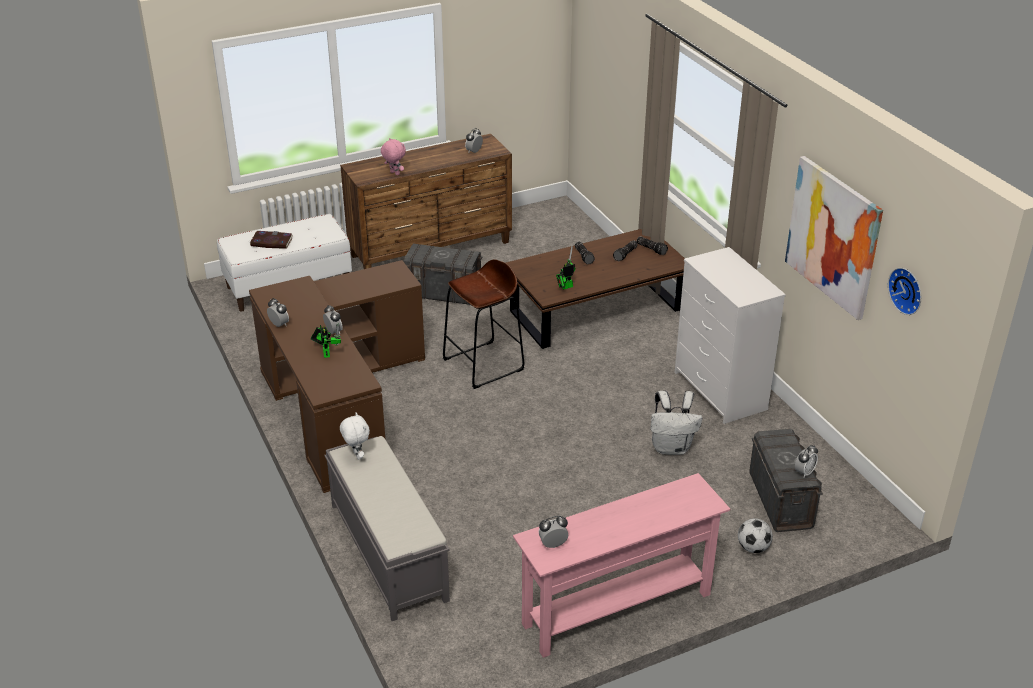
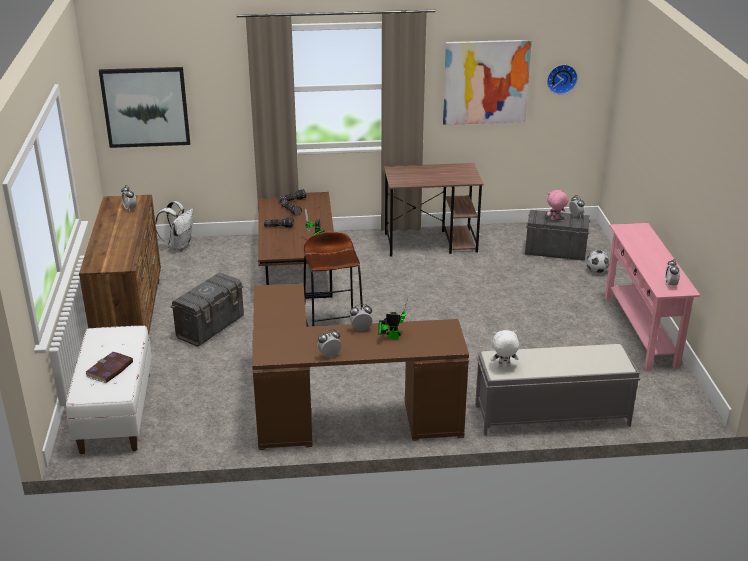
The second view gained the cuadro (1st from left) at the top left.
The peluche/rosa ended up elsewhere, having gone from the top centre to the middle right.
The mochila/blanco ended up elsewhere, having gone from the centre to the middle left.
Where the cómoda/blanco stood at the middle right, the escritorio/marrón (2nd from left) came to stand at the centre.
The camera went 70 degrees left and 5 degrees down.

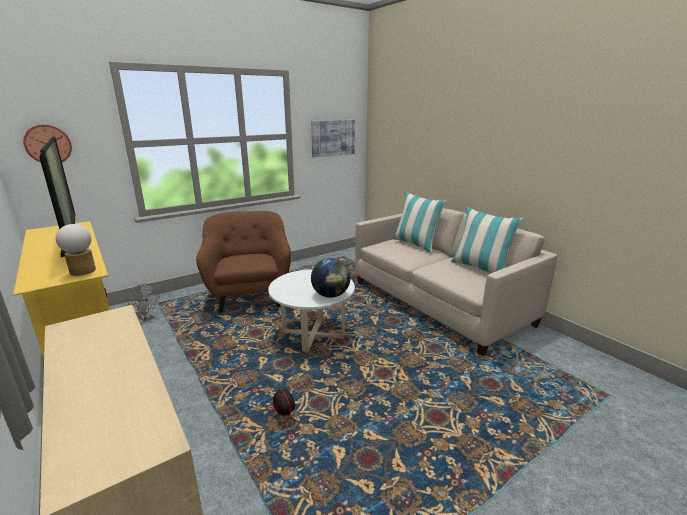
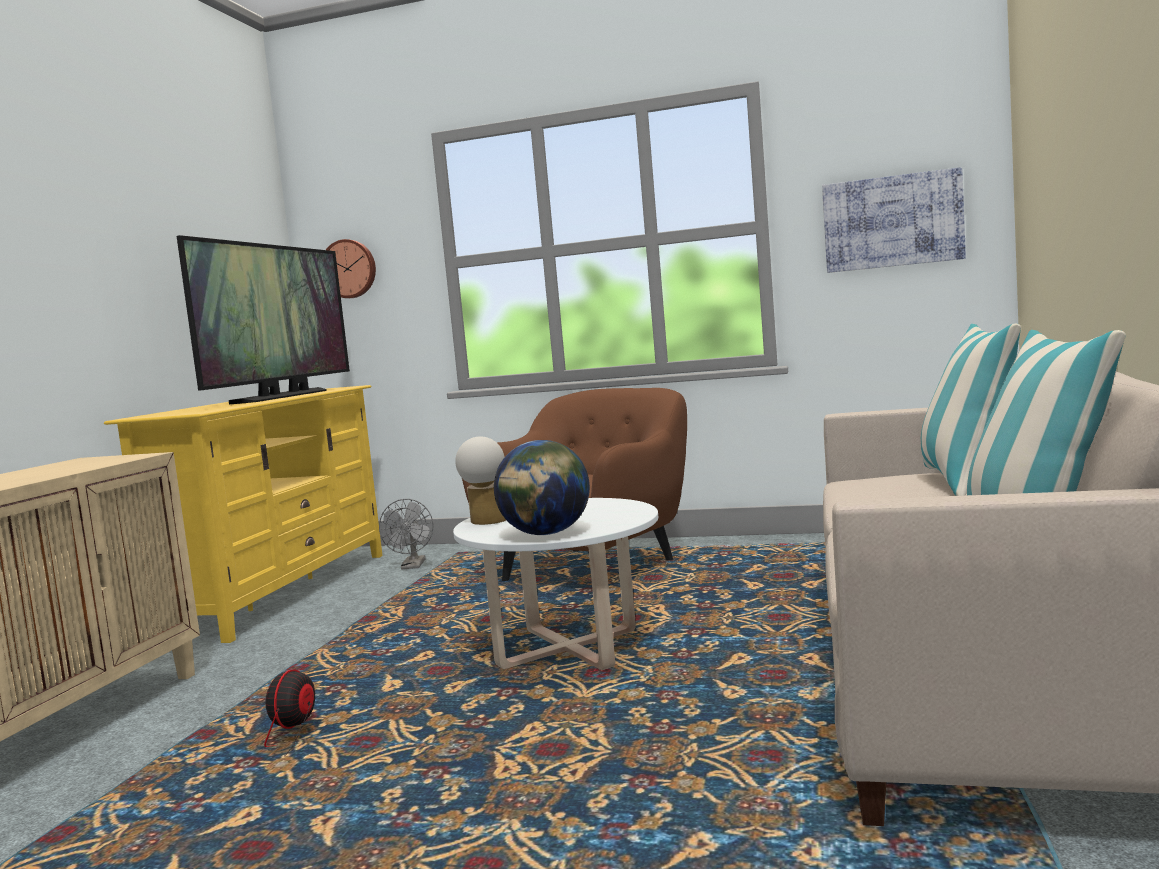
The lámpara de mesa ended up elsewhere, having gone from the middle left to the centre.
The camera went 50 degrees right and 15 degrees down.

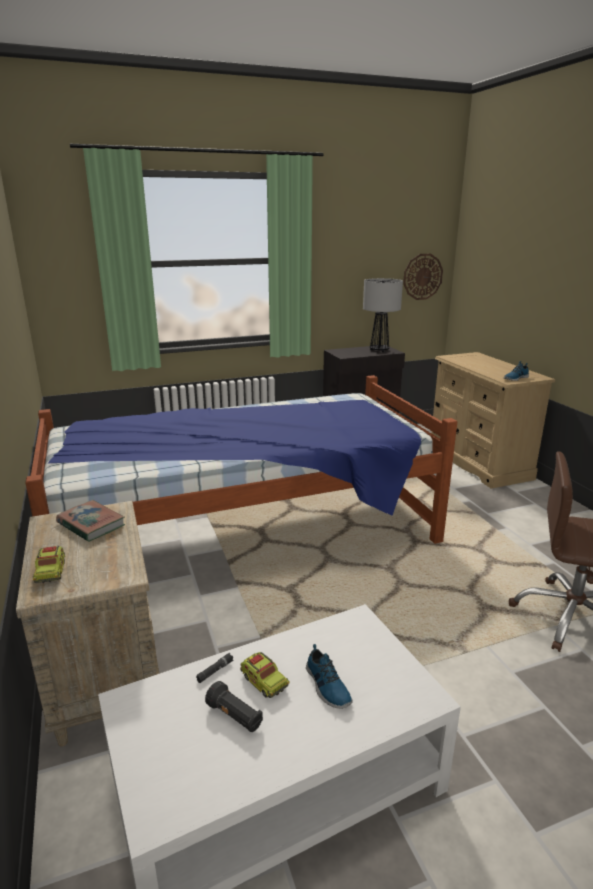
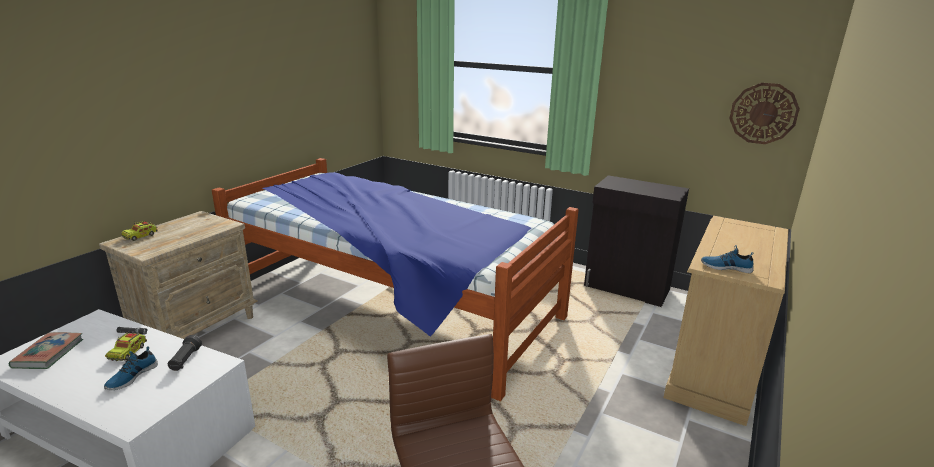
The second view lost the lámpara de mesa at the centre.
The libro ended up elsewhere, having gone from the middle left to the bottom left.
The linterna/negro (2nd from left) ended up elsewhere, having gone from the bottom centre to the bottom left.
The camera went 50 degrees right and 0 degrees up.

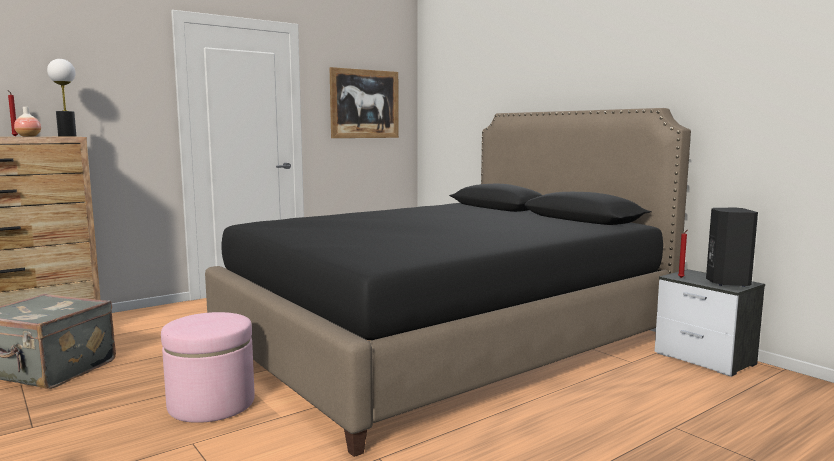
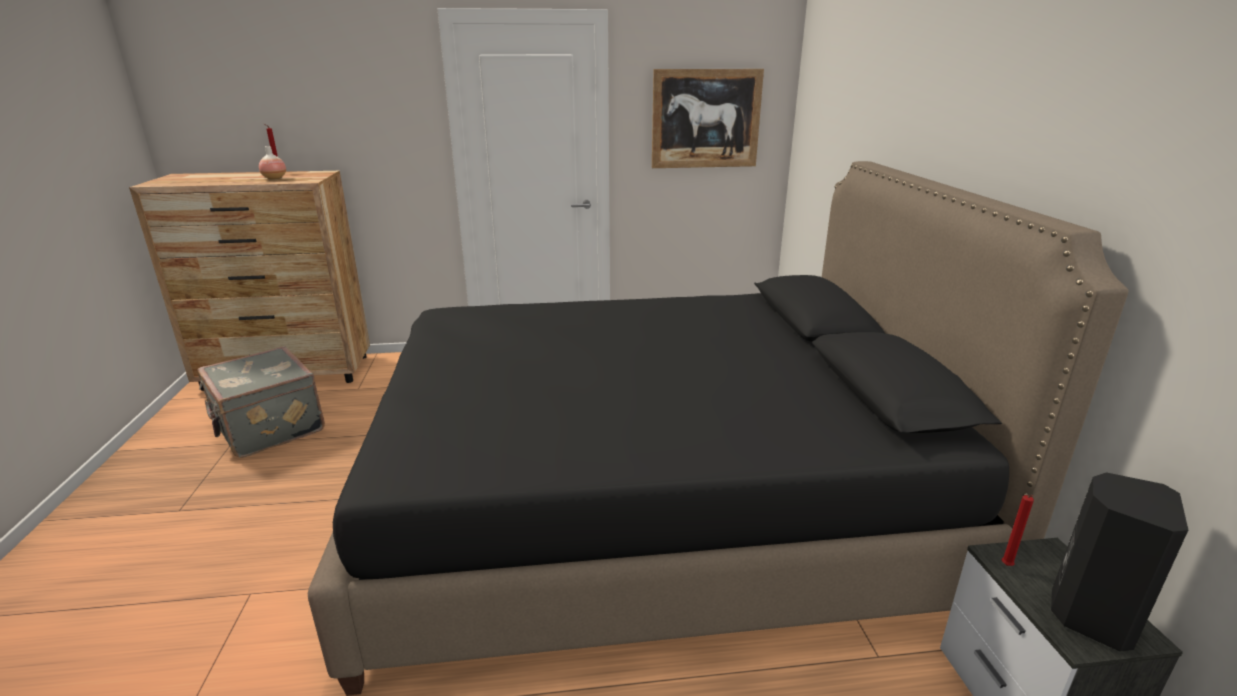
The second view lost the lámpara de mesa at the top left.
The second view lost the puf/rosa at the bottom left.
The camera went 30 degrees right and 15 degrees up.

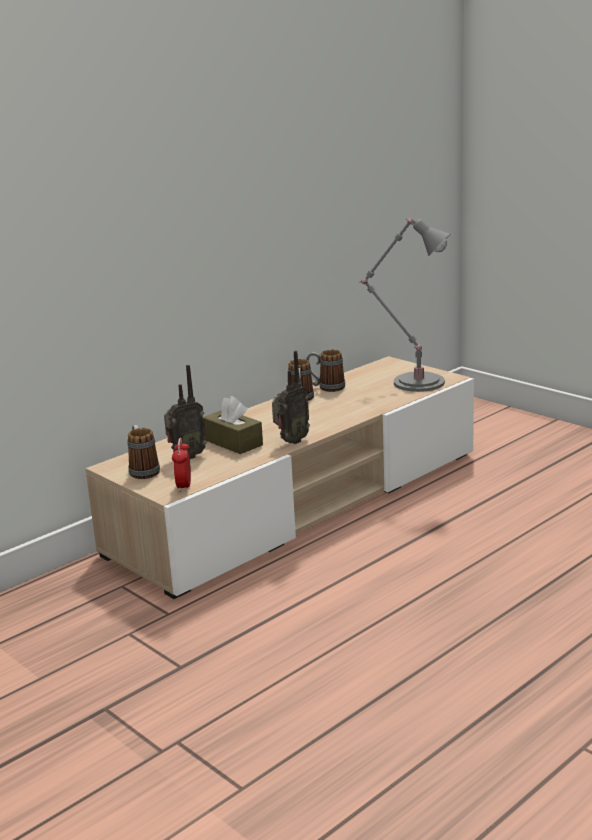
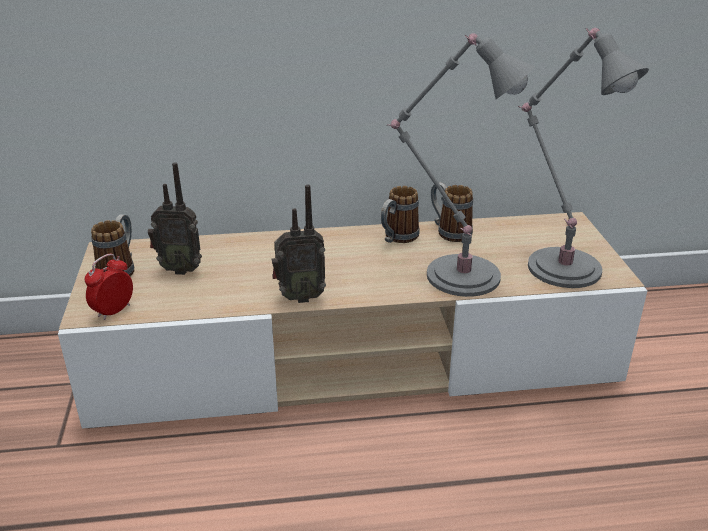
The second view lost the caja de pañuelos/marrón at the centre.
The second view gained the lámpara de mesa/gris (1st from left) at the top centre.
The camera went 35 degrees right and 10 degrees up.

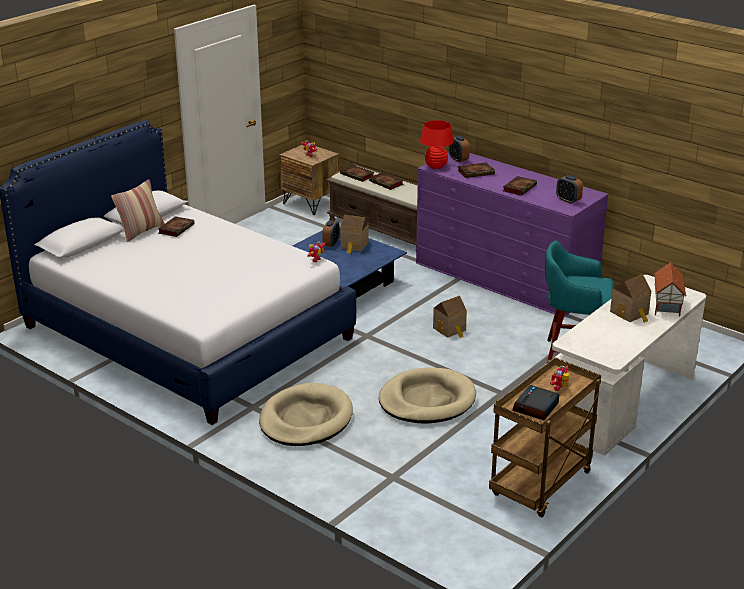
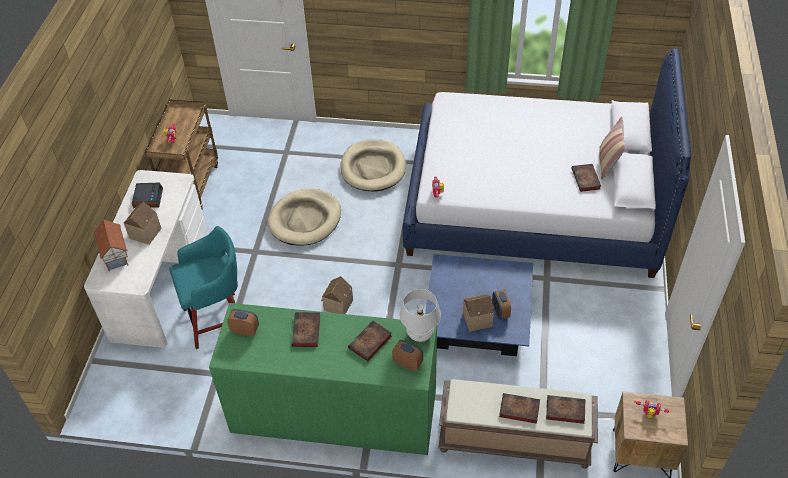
The despertador (3rd from left in the first image) ended up elsewhere, having gone from the bottom right to the middle left.
What was the cómoda/morado at the middle right turned into the cómoda/verde at the bottom centre.
What was the lámpara de mesa/rojo at the top centre turned into the lámpara de mesa/blanco at the centre.
The camera went 150 degrees right and 20 degrees up.

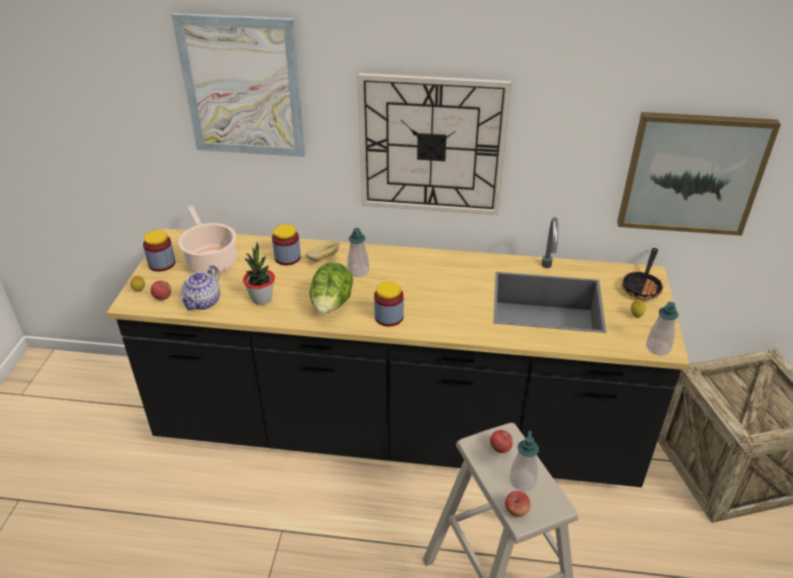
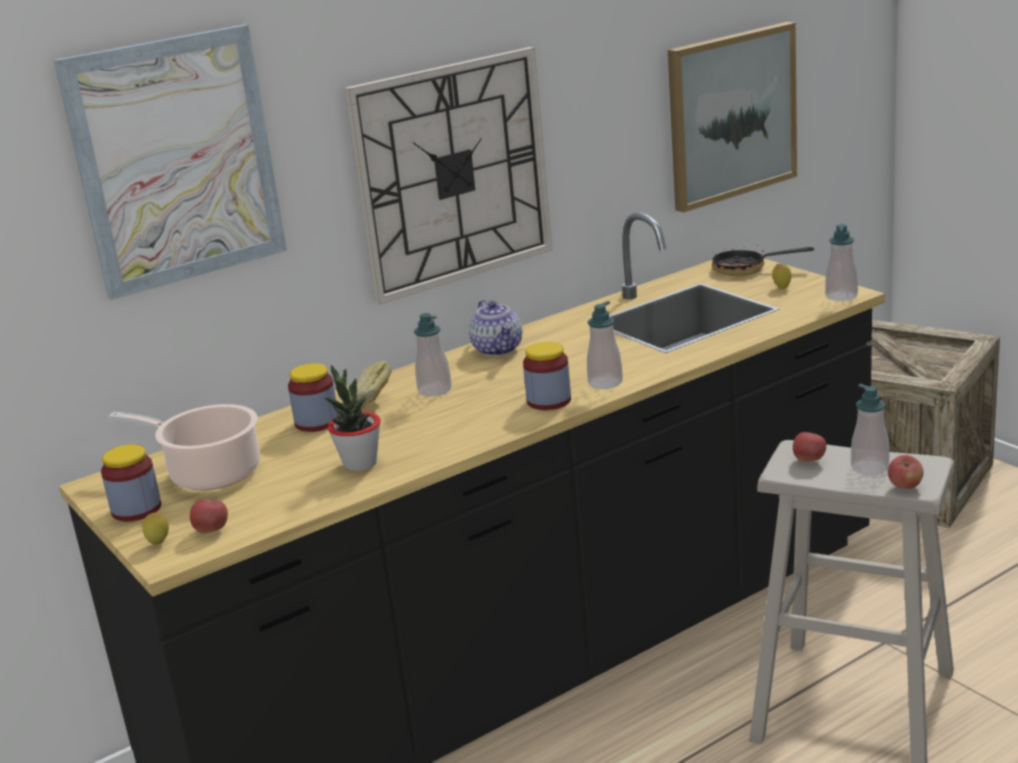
The second view lost the lechuga at the centre.
The second view gained the dispensador de jabón (2nd from left) at the centre.
The tetera ended up elsewhere, having gone from the middle left to the centre.
The sartén at the middle right ended up facing another way, 120 degrees clockwise from before.
The camera went 40 degrees left and 15 degrees down.

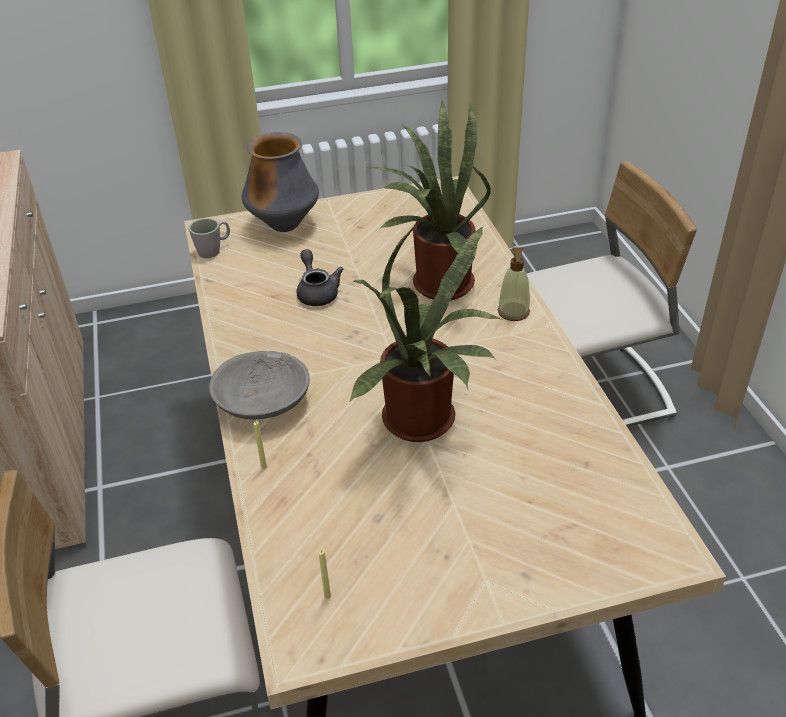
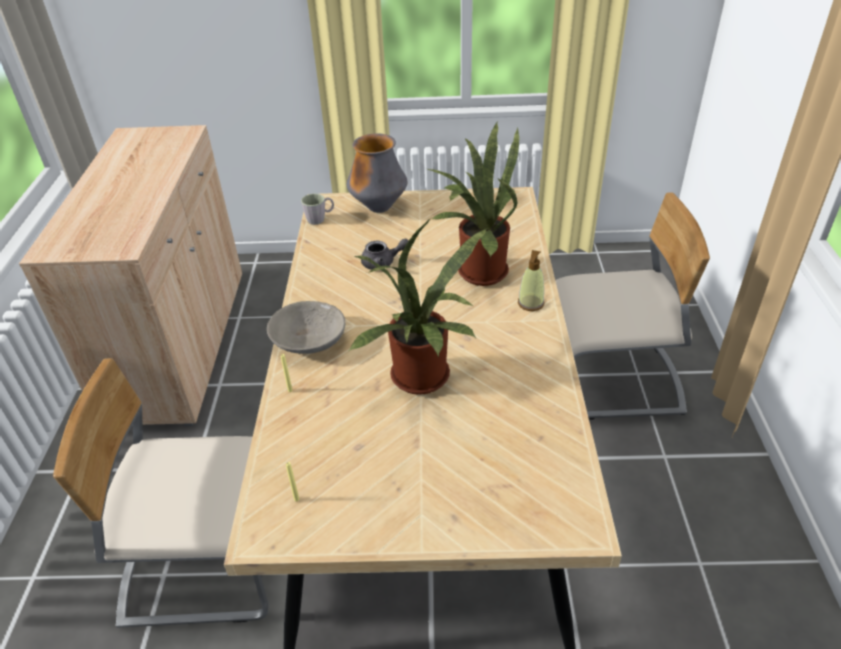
The tetera/gris at the centre ended up facing another way, 90 degrees clockwise from before.
The camera went 15 degrees right and 0 degrees up.

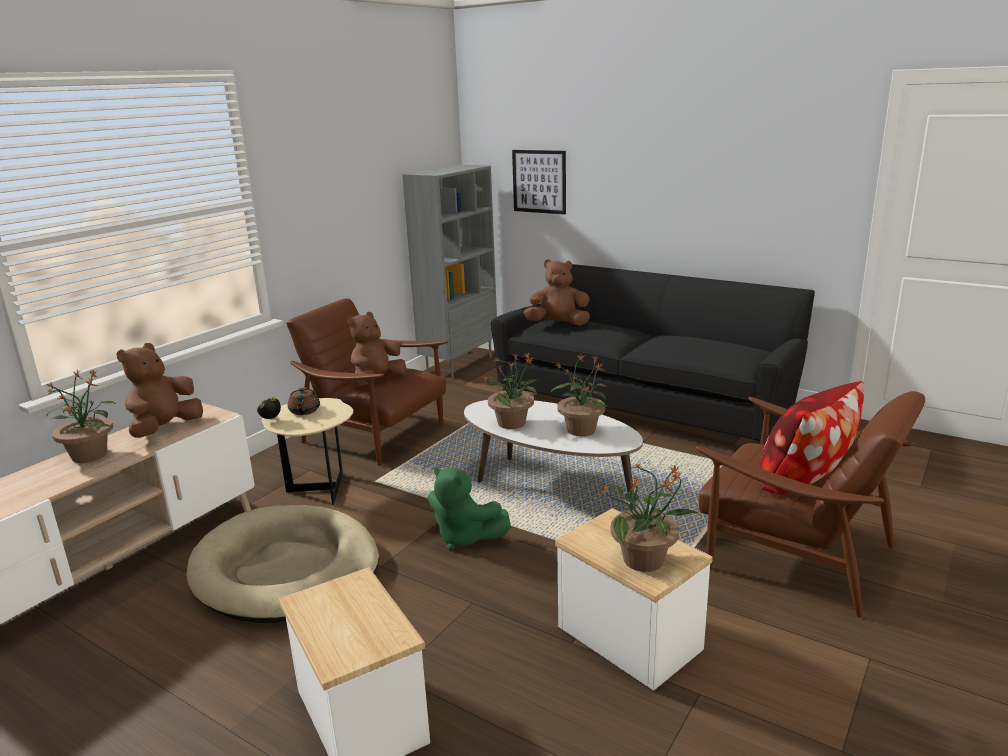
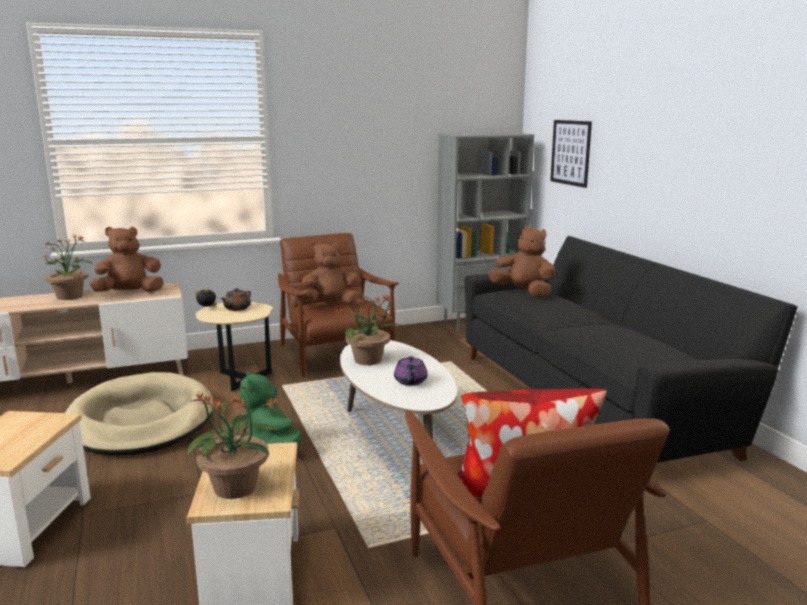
Where the planta en maceta (3rd from left) stood at the centre, the tetera/morado came to stand at the centre.
The camera went 35 degrees right and 5 degrees down.

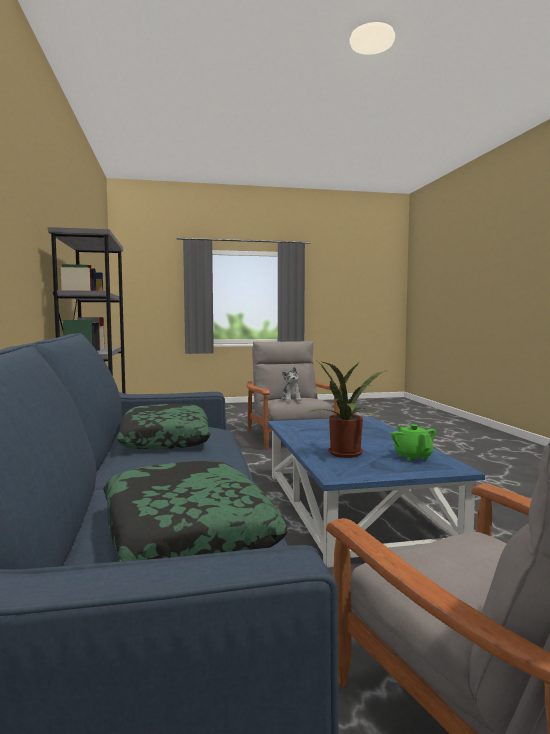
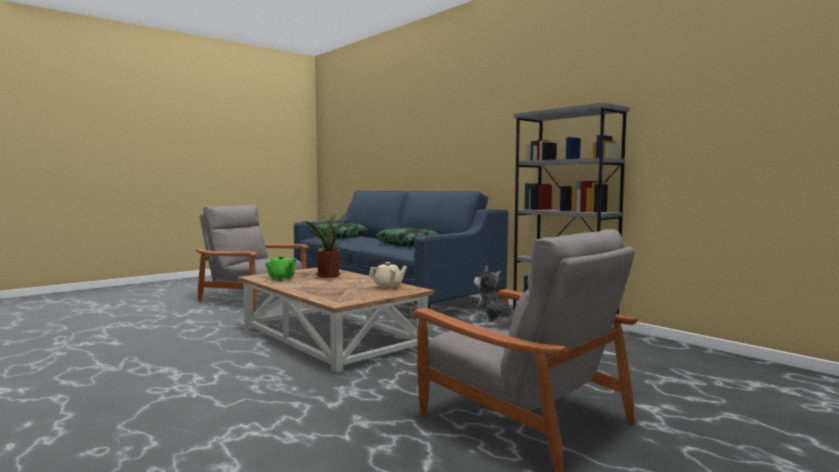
The second view gained the tetera/beis at the centre.
What was the mesa de centro/azul at the bottom right turned into the mesa de centro/marrón at the bottom centre.
The camera went 150 degrees right and 0 degrees up.

